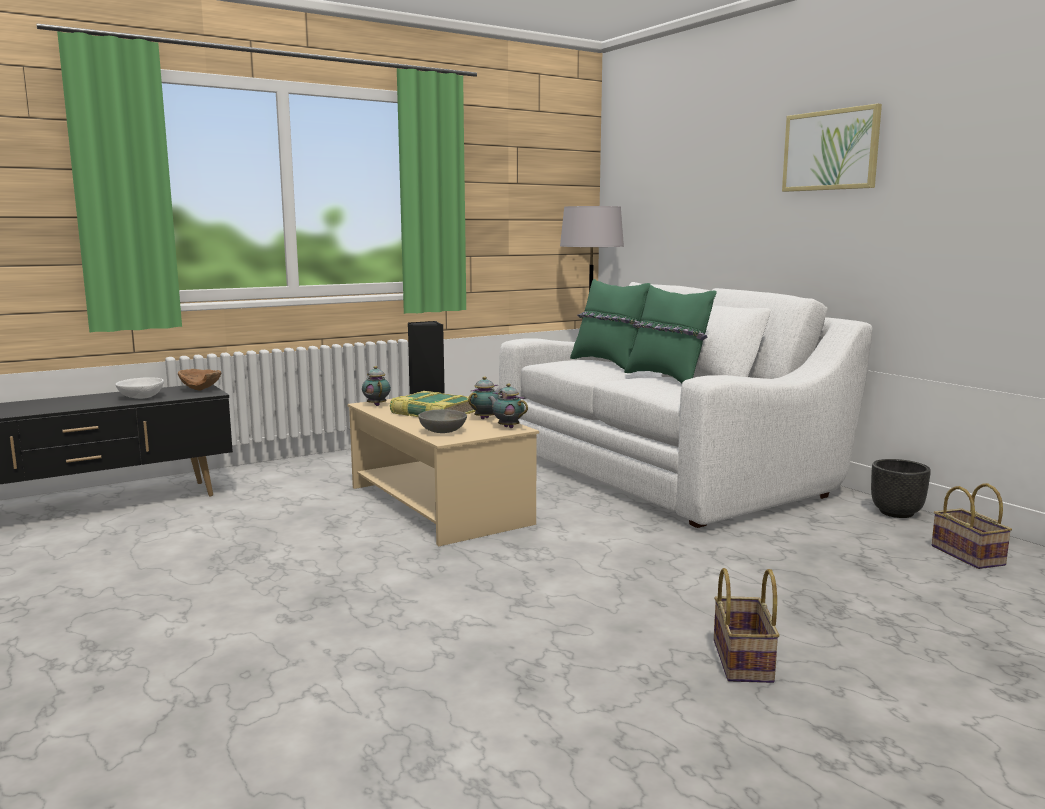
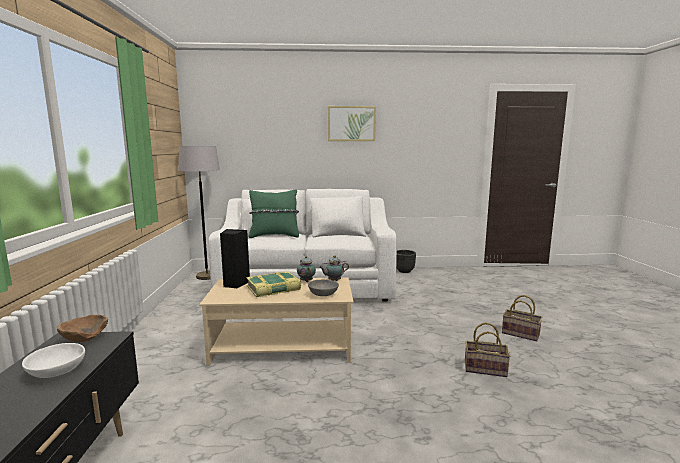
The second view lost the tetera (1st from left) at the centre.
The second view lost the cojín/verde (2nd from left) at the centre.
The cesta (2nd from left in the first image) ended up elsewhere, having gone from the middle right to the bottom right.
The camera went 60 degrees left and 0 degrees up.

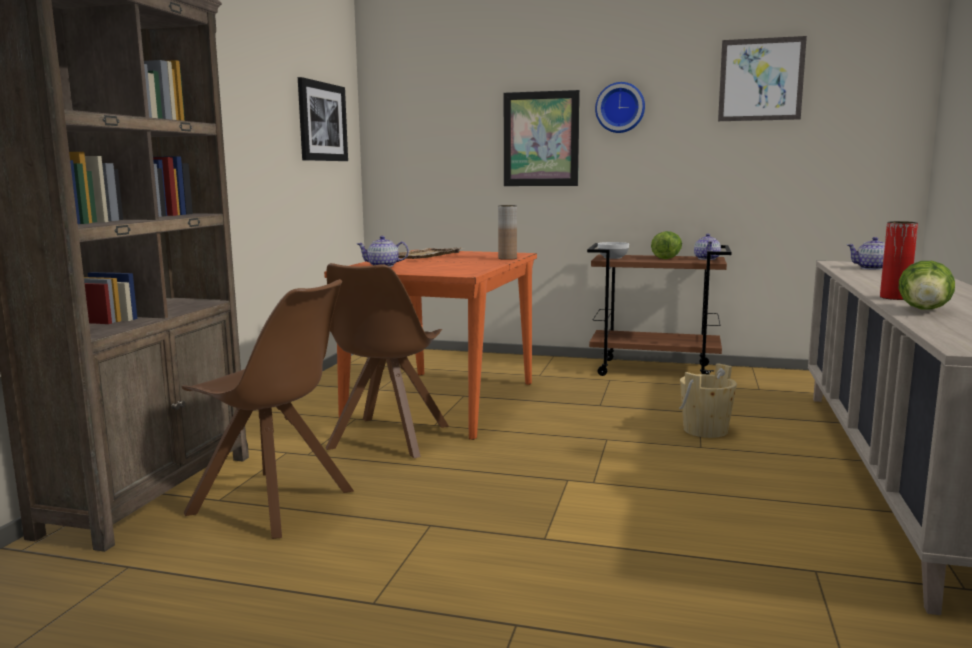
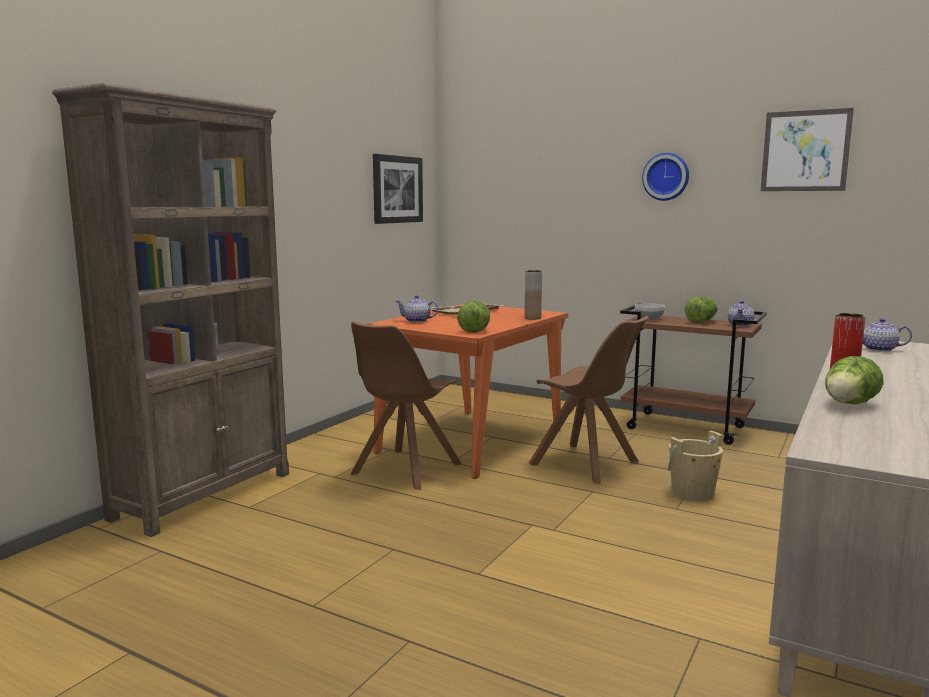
The second view lost the cuadro (2nd from left) at the top centre.
The second view gained the lechuga (1st from left) at the centre.
The silla/marrón (1st from left in the first image) ended up elsewhere, having gone from the middle left to the centre.
The camera went 15 degrees right and 0 degrees up.

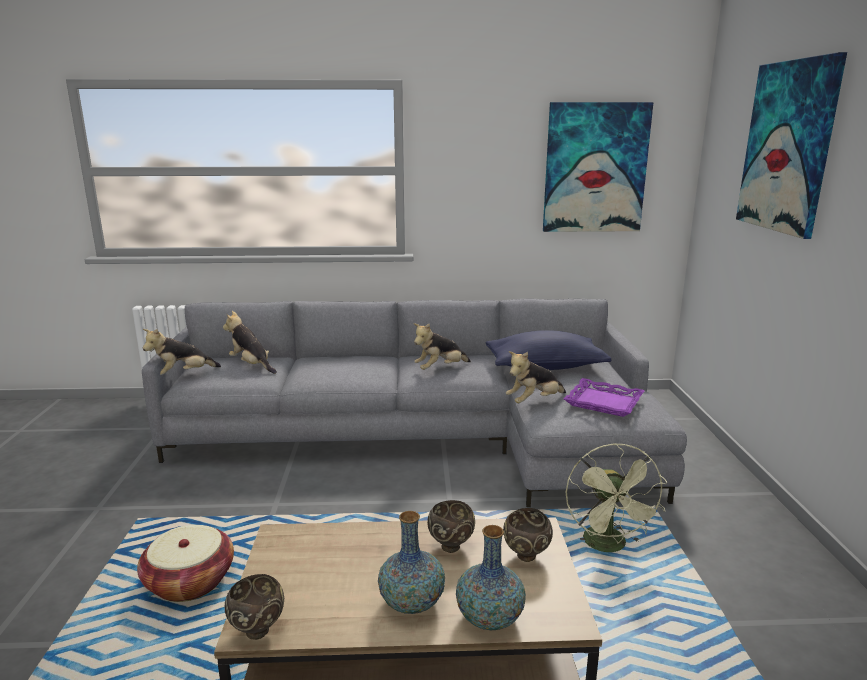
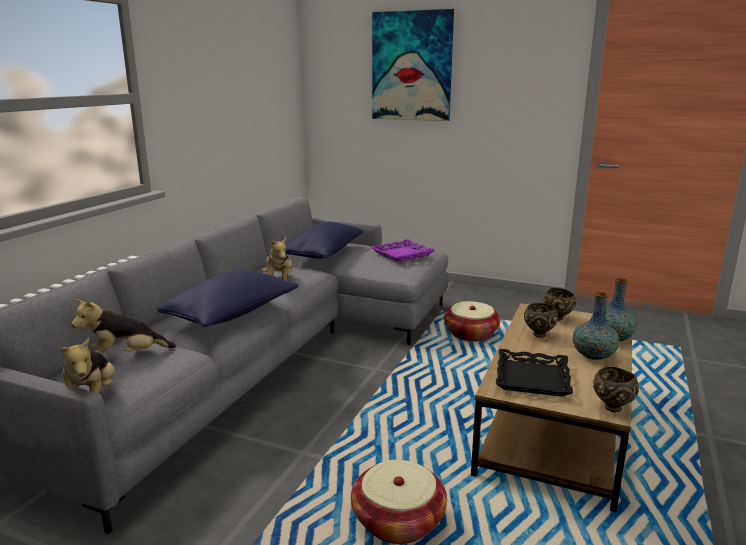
The second view lost the peluche (4th from left) at the centre.
The second view lost the cuadro (1st from left) at the top right.
The second view gained the cojín/azul (1st from left) at the middle left.
The second view gained the bandeja/negro at the bottom right.
Where the ventilador/verde stood at the bottom right, the cesta (2nd from left) came to stand at the centre.
The camera went 65 degrees left and 0 degrees up.

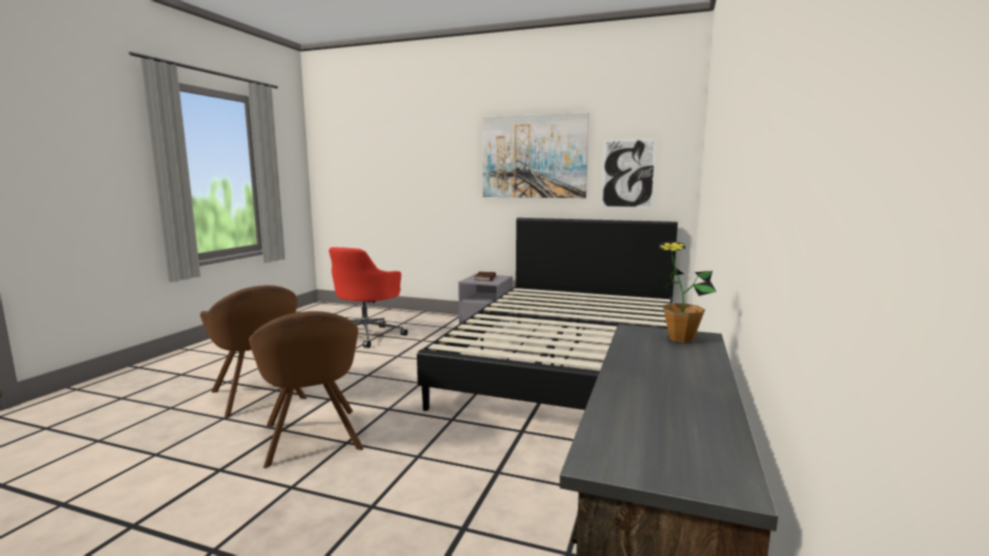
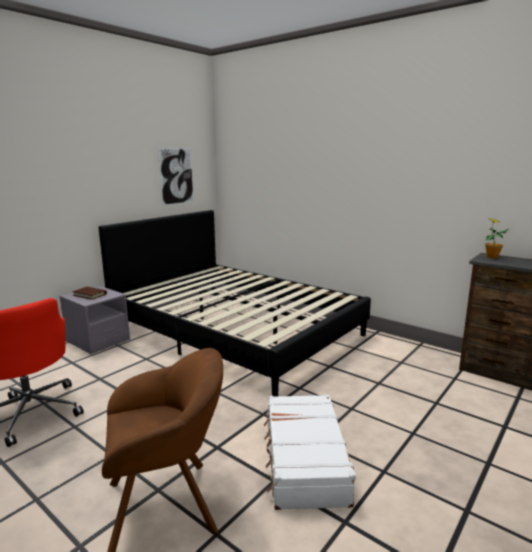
The second view lost the cuadro (1st from left) at the top centre.
Where the sillón/marrón (2nd from left) stood at the bottom left, the maleta/blanco came to stand at the bottom centre.
The camera went 70 degrees left and 5 degrees up.

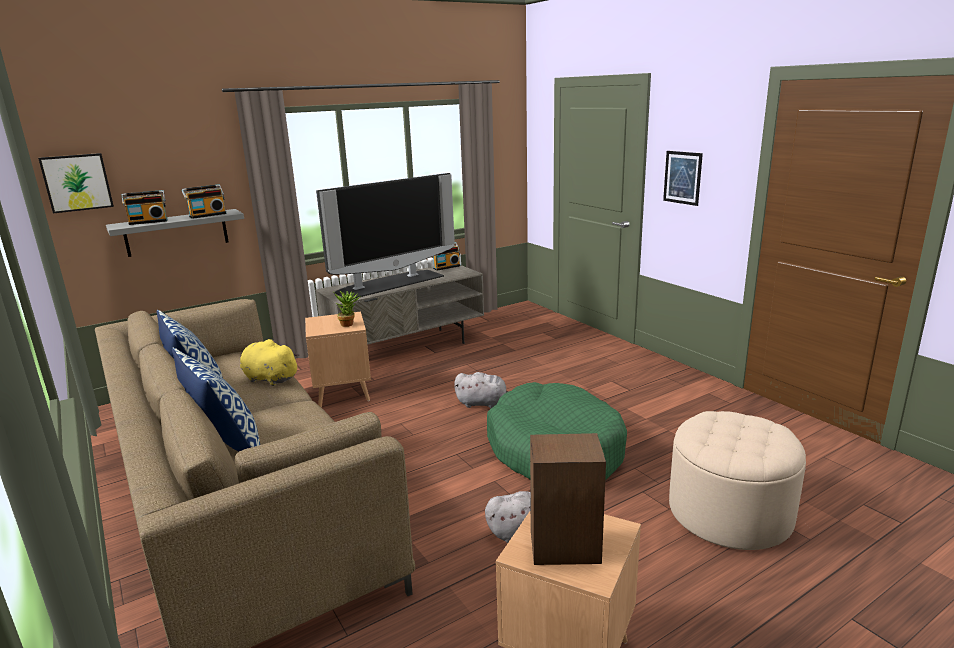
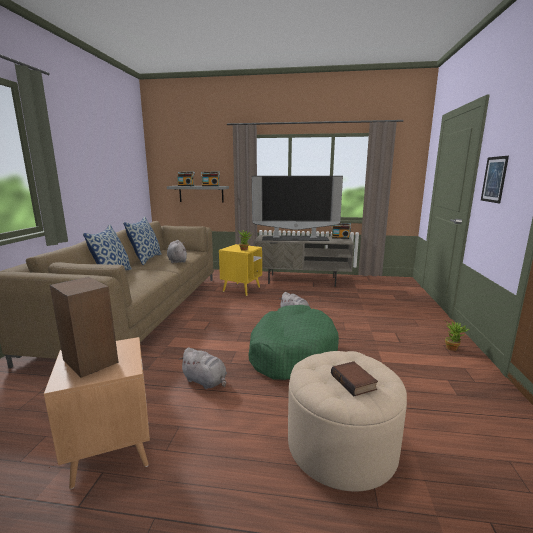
The second view lost the cuadro (1st from left) at the top left.
The second view gained the libro at the bottom centre.
The second view gained the planta en maceta (2nd from left) at the middle right.
What was the peluche/amarillo at the middle left turned into the peluche/gris (1st from left) at the middle left.
What was the mesa auxiliar/marrón (1st from left) at the centre turned into the mesa auxiliar/amarillo at the centre.
The camera went 40 degrees right and 5 degrees down.

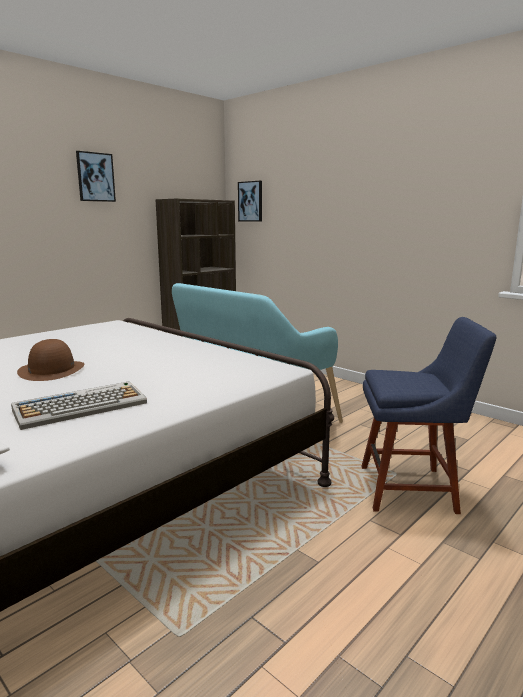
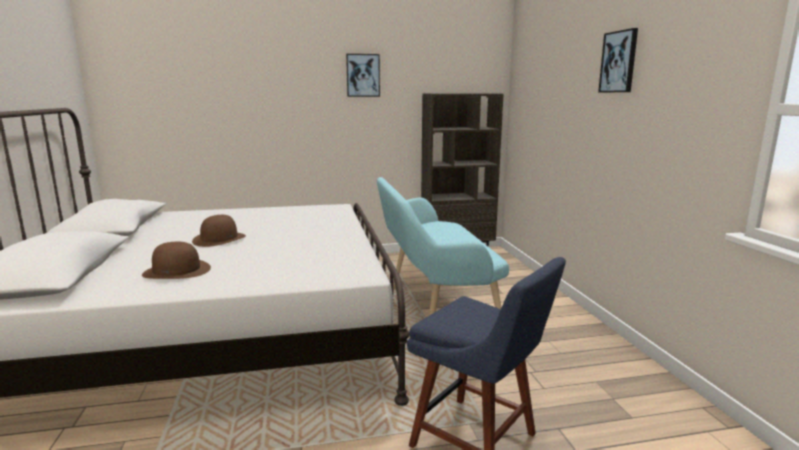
The cuadro (2nd from left) ended up elsewhere, having gone from the top centre to the top right.
Where the teclado stood at the middle left, the sombrero/marrón (1st from left) came to stand at the middle left.
The camera went 35 degrees right and 0 degrees up.

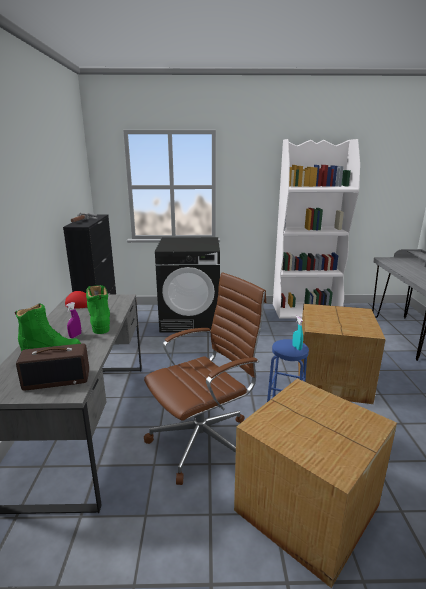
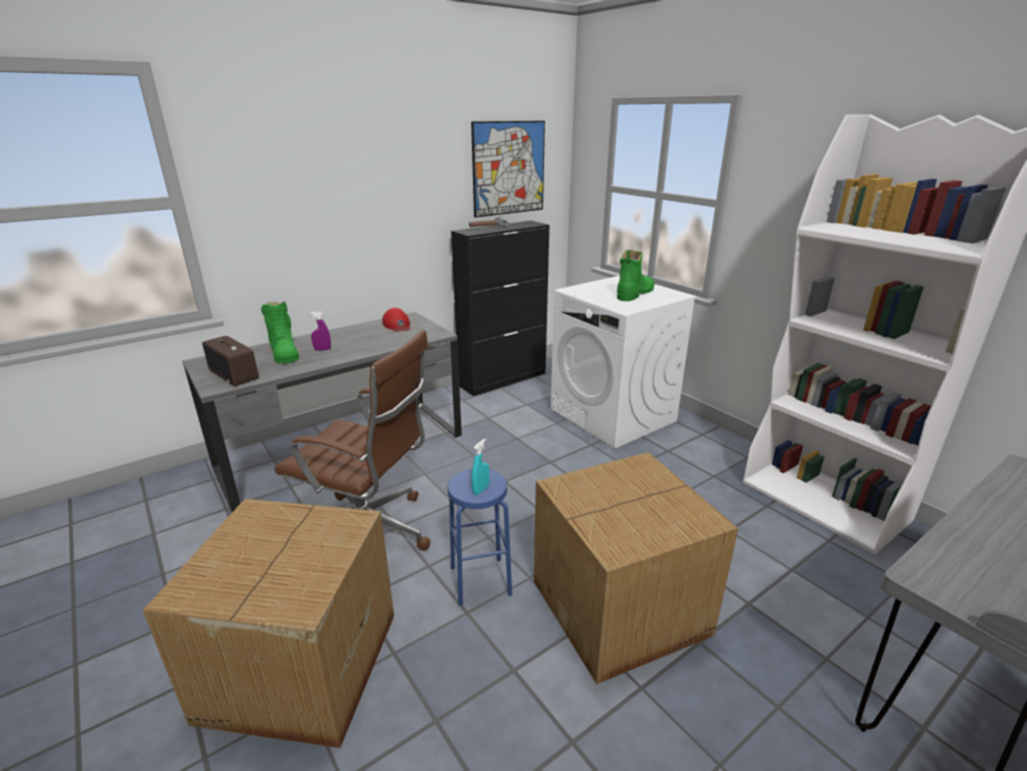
The second view gained the cuadro at the top centre.
The bota/verde (2nd from left) ended up elsewhere, having gone from the middle left to the centre.
What was the lavadora/negro at the centre turned into the lavadora/blanco at the centre.
The camera went 55 degrees right and 5 degrees up.

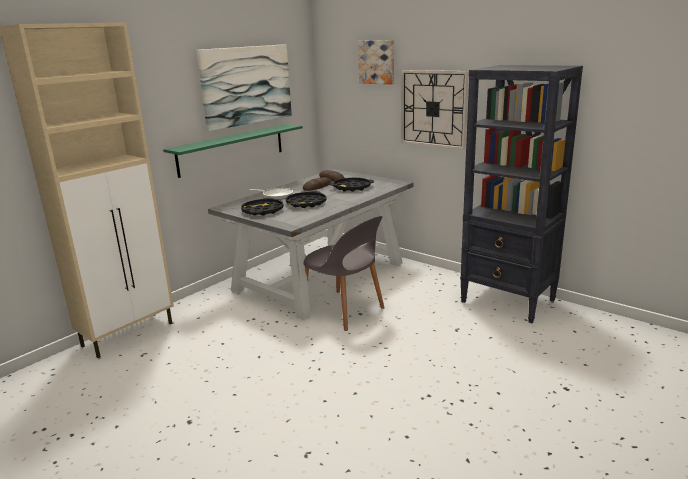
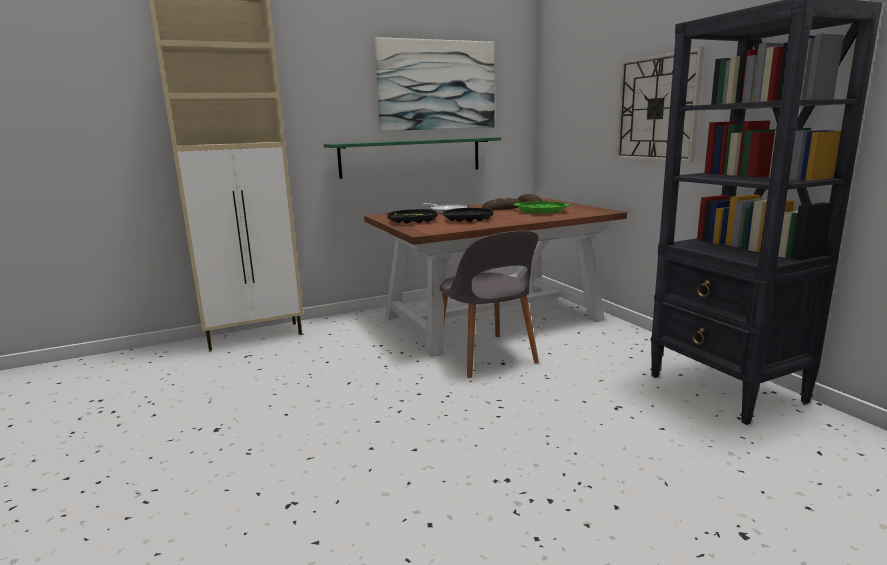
The second view lost the cuadro (2nd from left) at the top centre.
What was the mesa de comedor/gris at the centre turned into the mesa de comedor/marrón at the centre.
What was the bandeja/negro (3rd from left) at the centre turned into the bandeja/verde at the centre.
The camera went 25 degrees right and 5 degrees down.

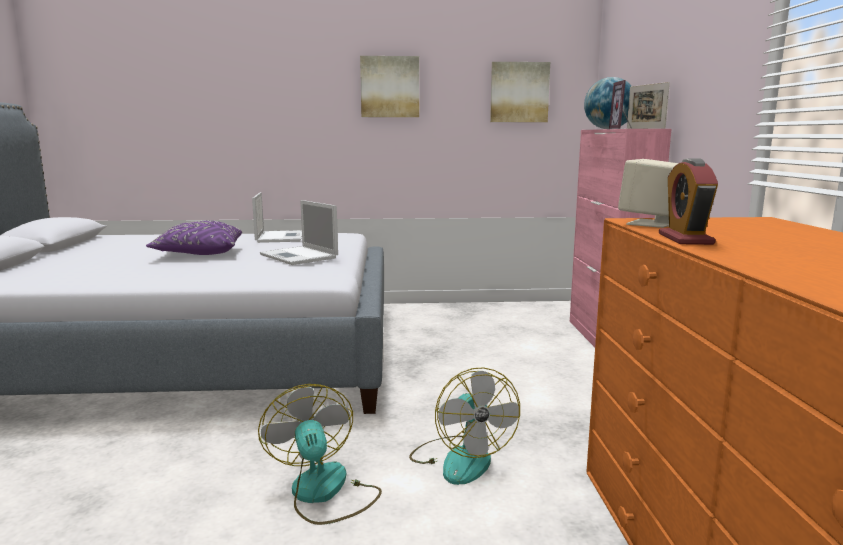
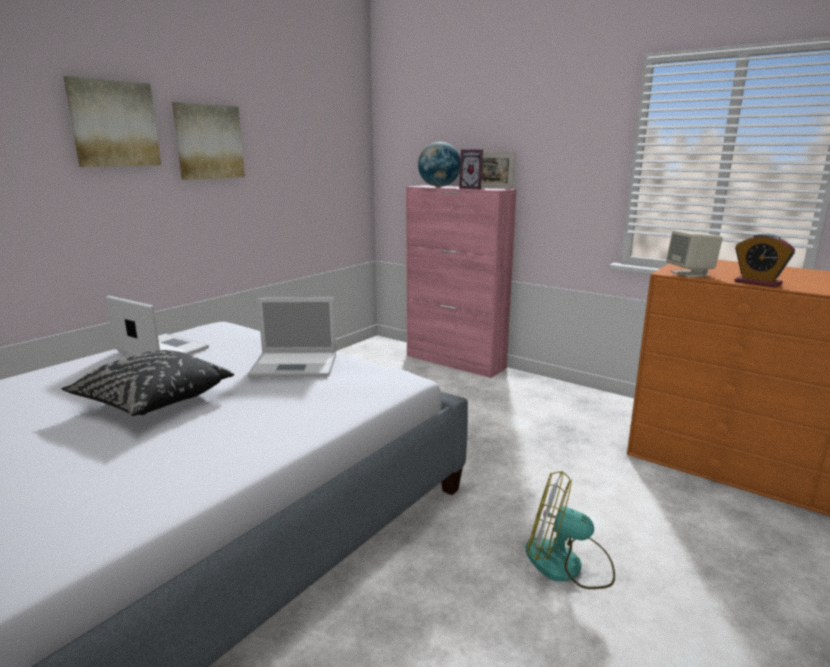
The second view lost the ventilador (2nd from left) at the bottom centre.
The cuadro (2nd from left in the first image) ended up elsewhere, having gone from the top centre to the top left.
What was the cojín/morado at the middle left turned into the cojín/negro at the middle left.
The camera went 50 degrees left and 5 degrees up.

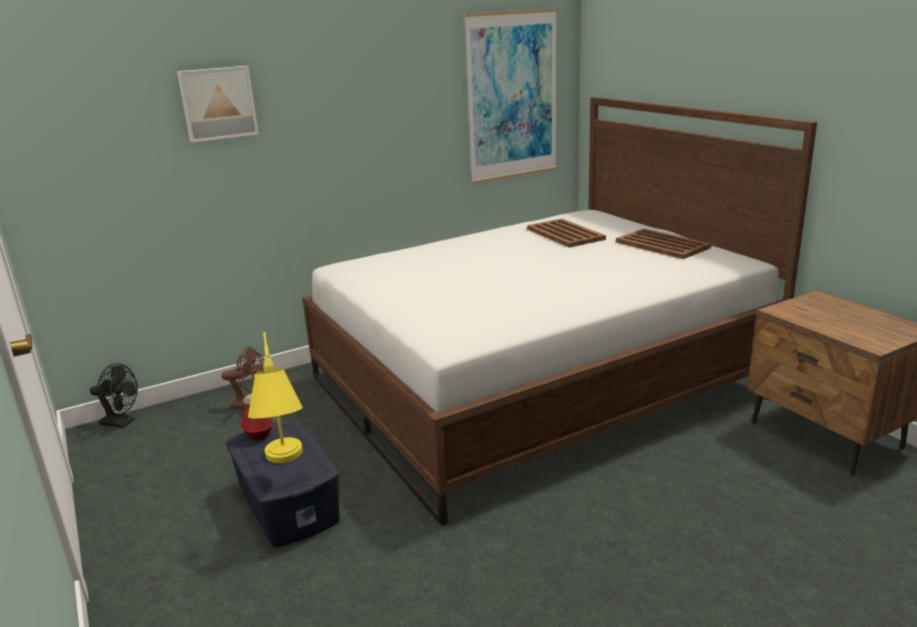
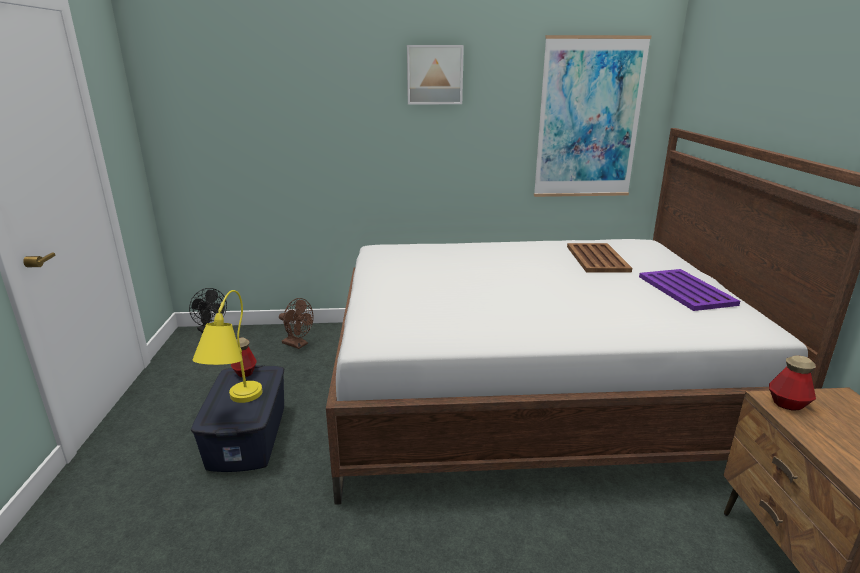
The second view gained the botella (2nd from left) at the bottom right.
The cuadro (1st from left) ended up elsewhere, having gone from the top left to the top centre.
What was the bandeja/marrón (2nd from left) at the middle right turned into the bandeja/morado at the middle right.
The camera went 25 degrees right and 0 degrees up.

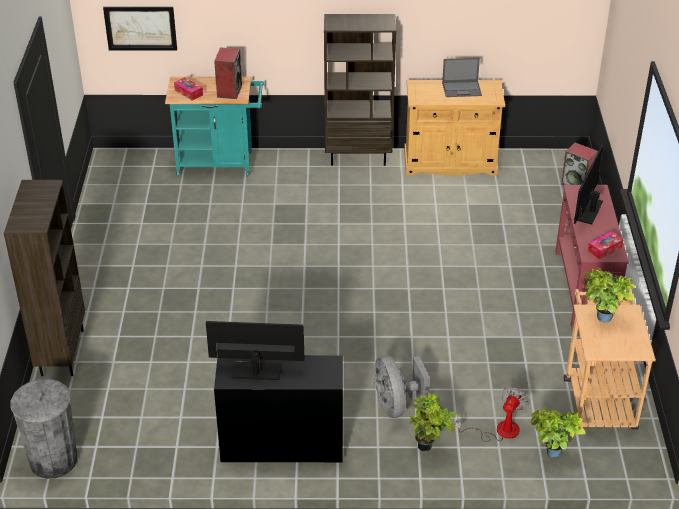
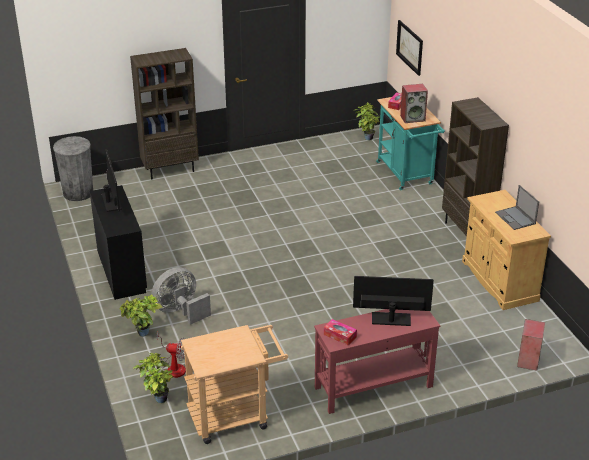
The planta en maceta (3rd from left) ended up elsewhere, having gone from the middle right to the top centre.
The camera went 70 degrees right and 5 degrees down.

